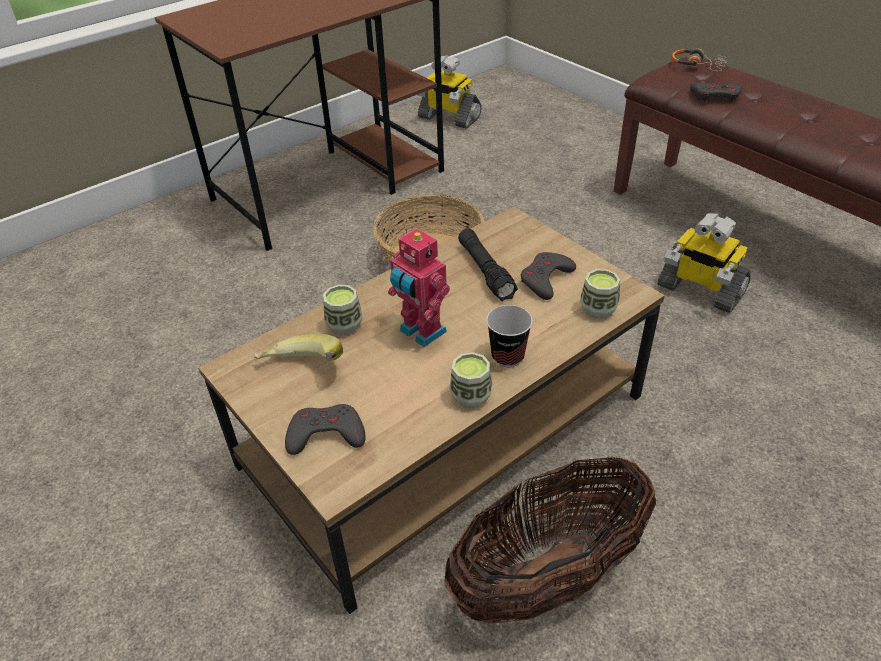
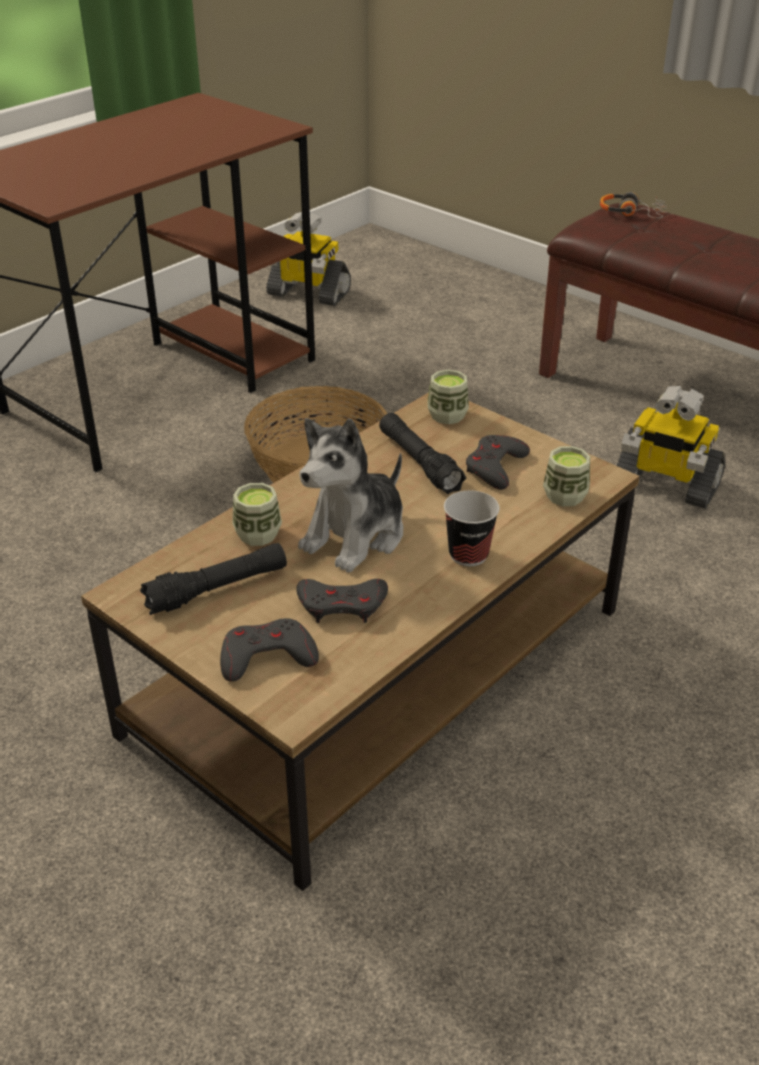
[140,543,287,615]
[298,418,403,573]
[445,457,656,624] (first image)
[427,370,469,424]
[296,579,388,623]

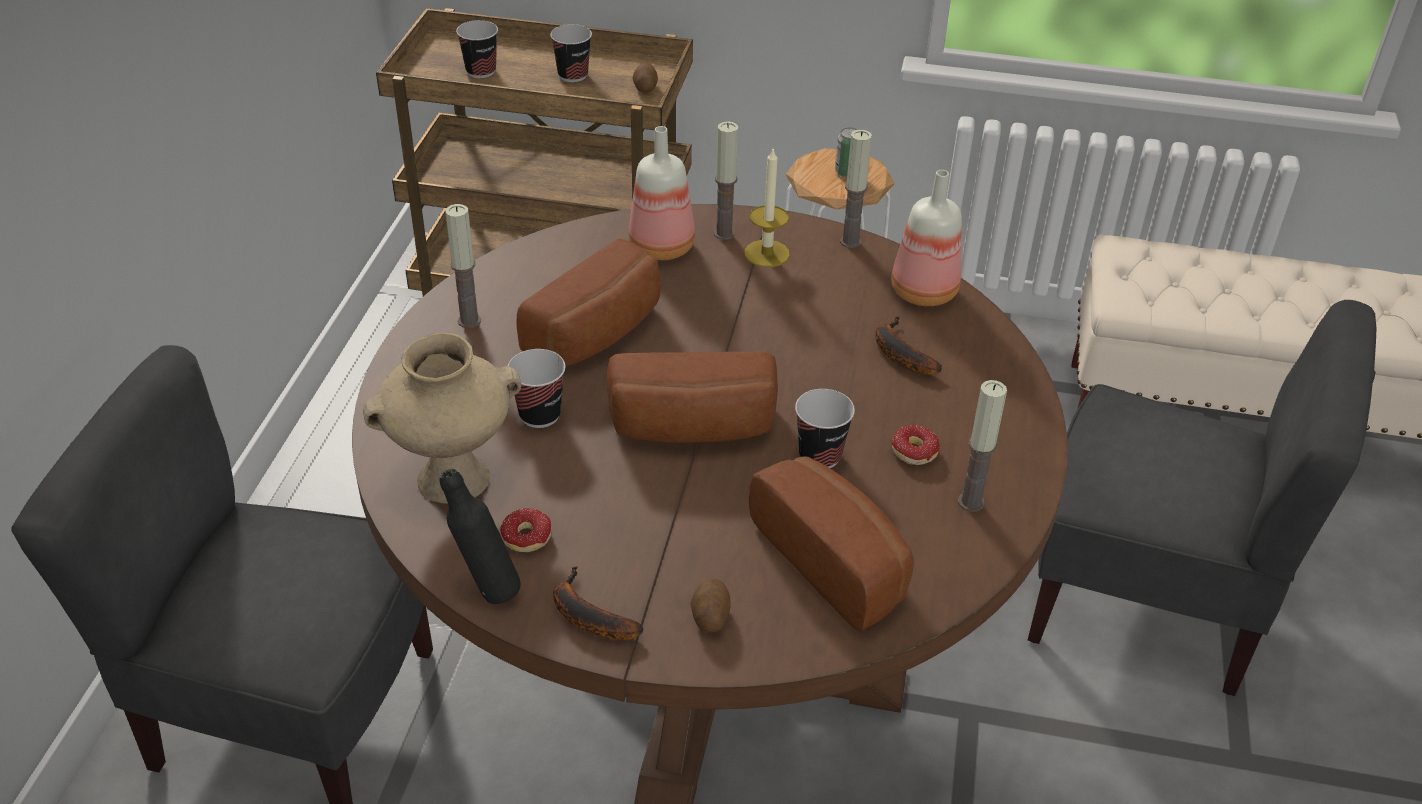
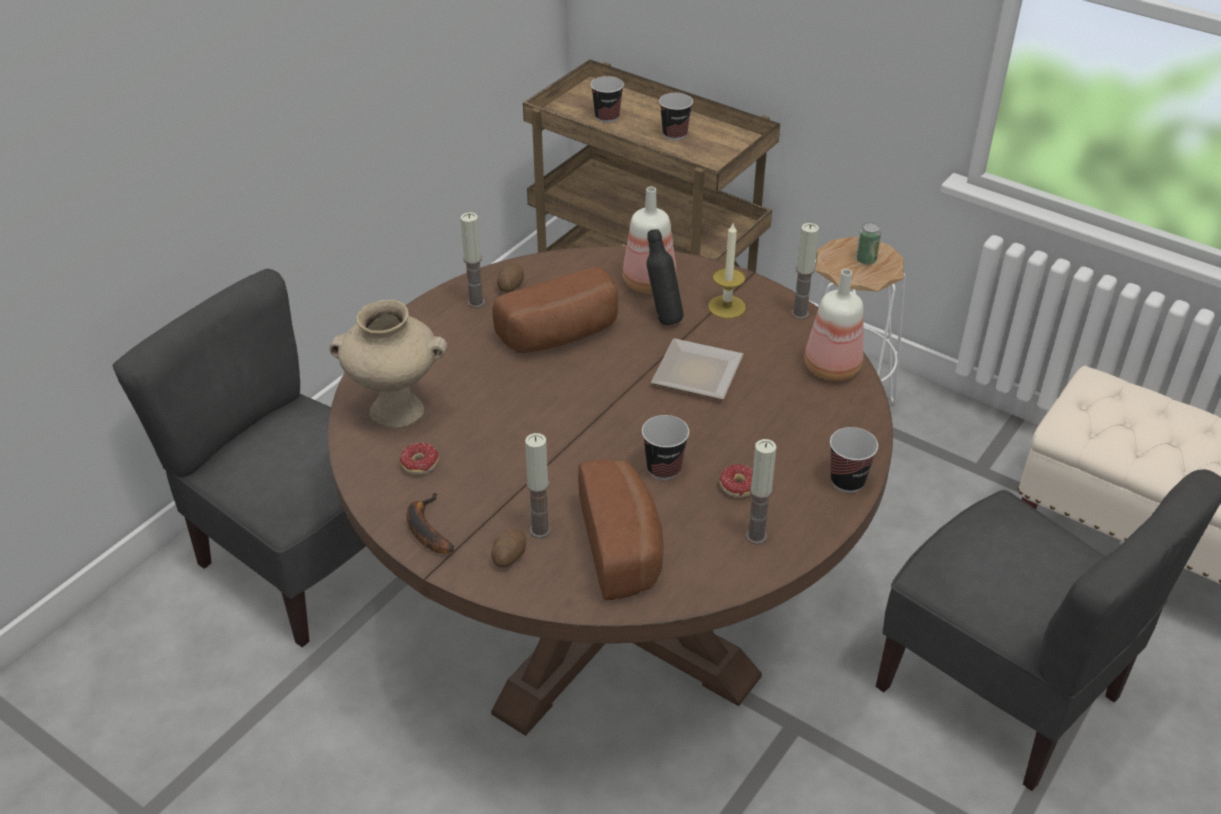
[647,229,683,325]
[830,427,878,493]
[607,352,778,443] (first image)
[497,263,524,292]
[525,433,551,538]
[875,316,942,375] (first image)
[651,338,744,400]

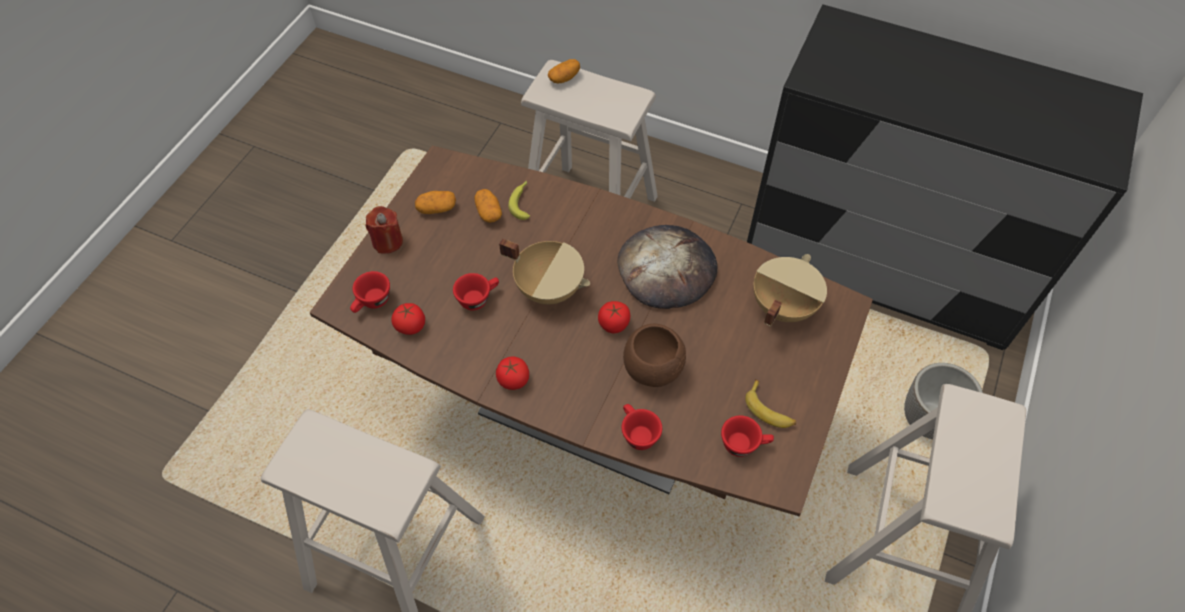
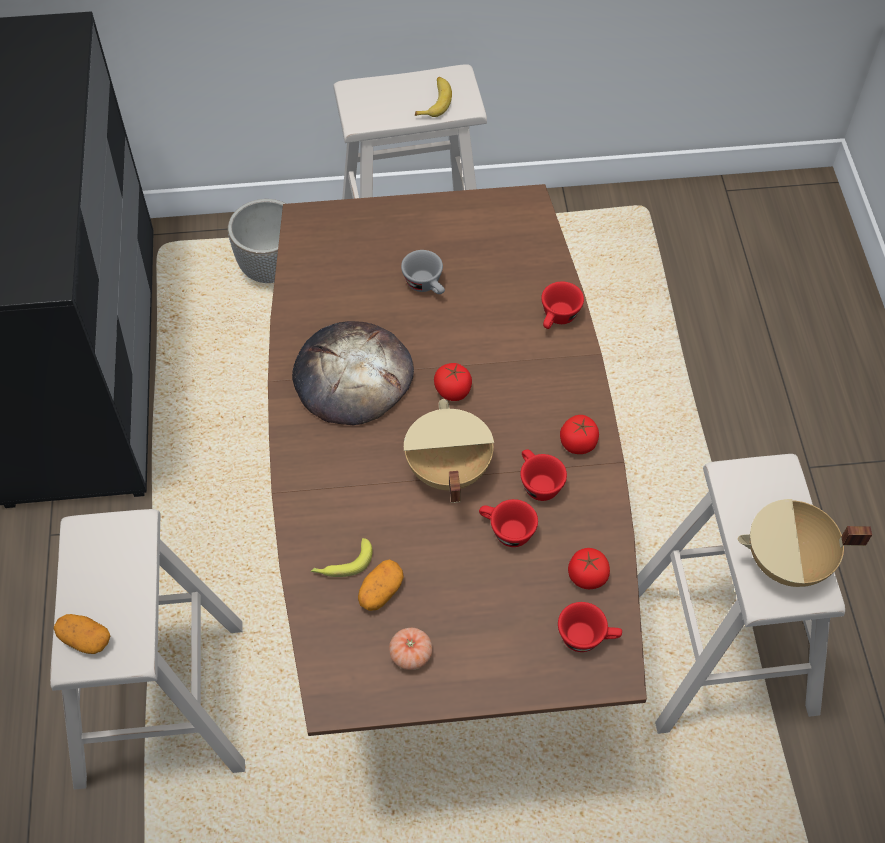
[365,206,403,254] (first image)
[389,628,432,670]
[623,324,686,387] (first image)
[520,449,567,501]
[415,77,452,117]
[737,499,872,587]
[401,250,445,294]

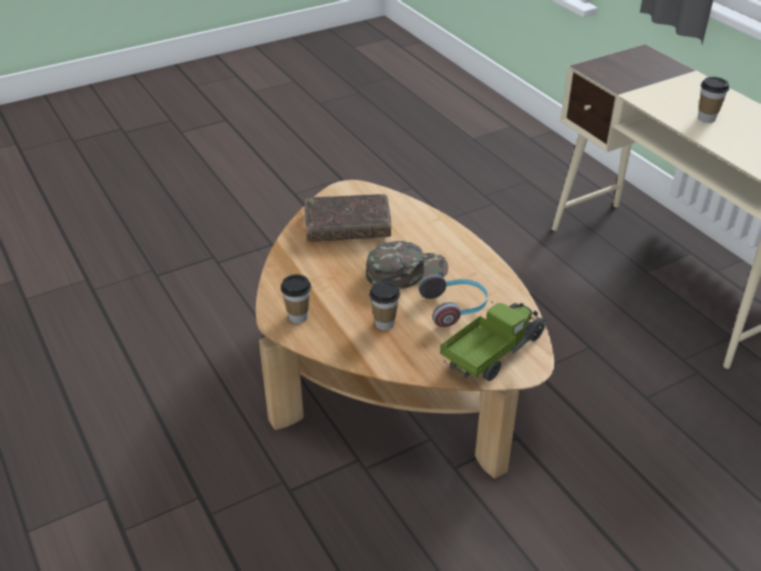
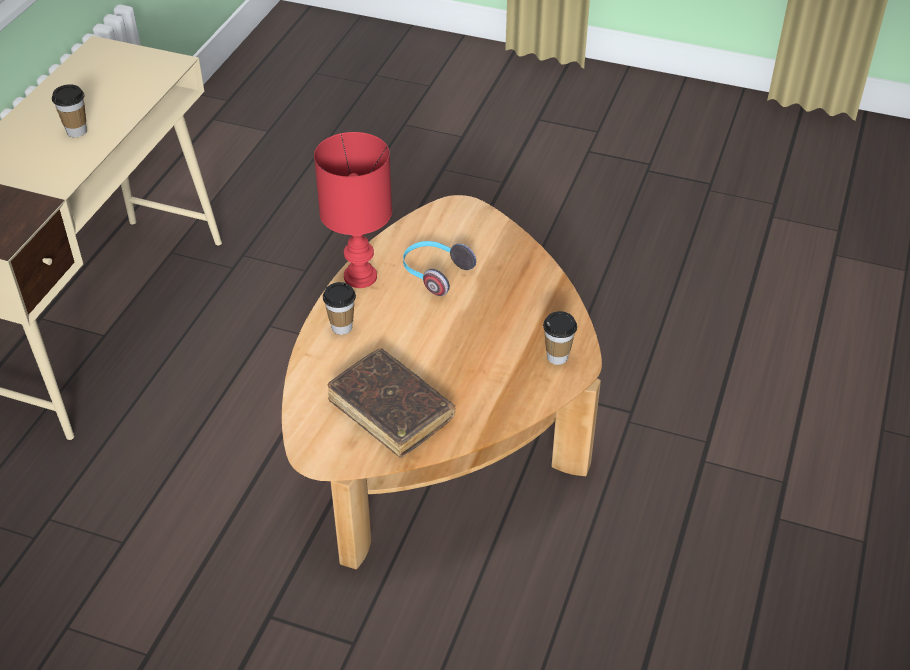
[366,241,448,289] (first image)
[323,282,356,335]
[440,301,547,381] (first image)
[314,132,392,288]

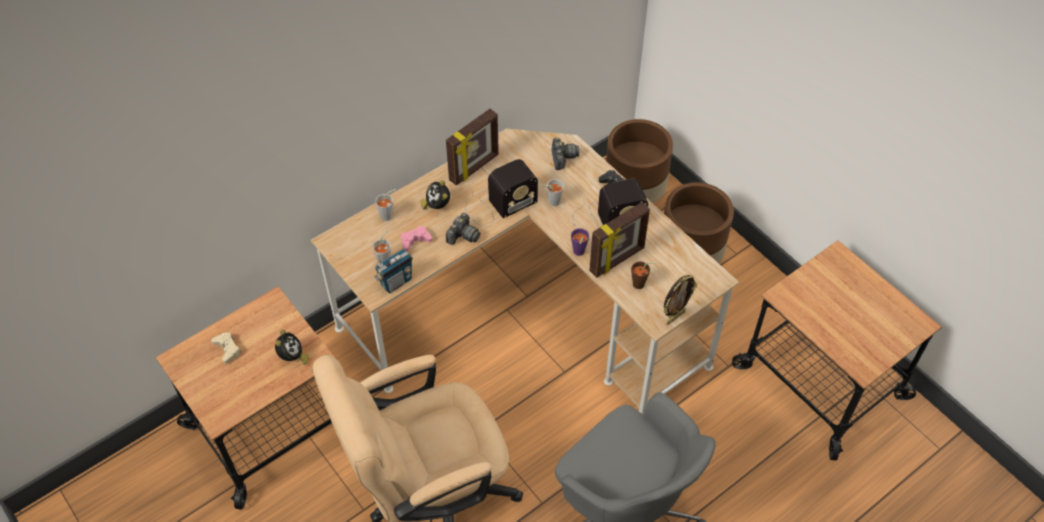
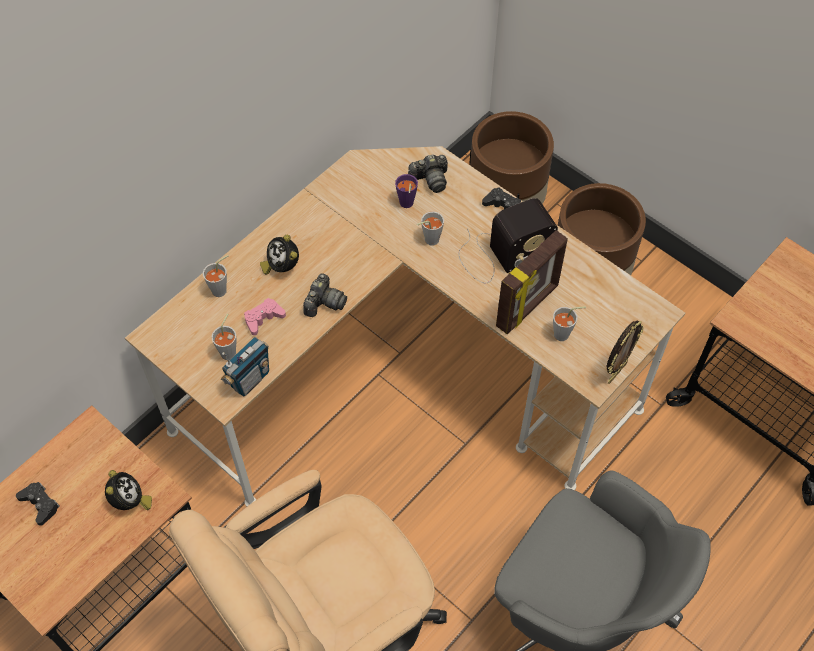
[16,482,59,526]
[446,109,499,186] (first image)
[465,159,538,227] (first image)
[408,154,448,193]
[395,174,418,208]
[553,306,586,341]

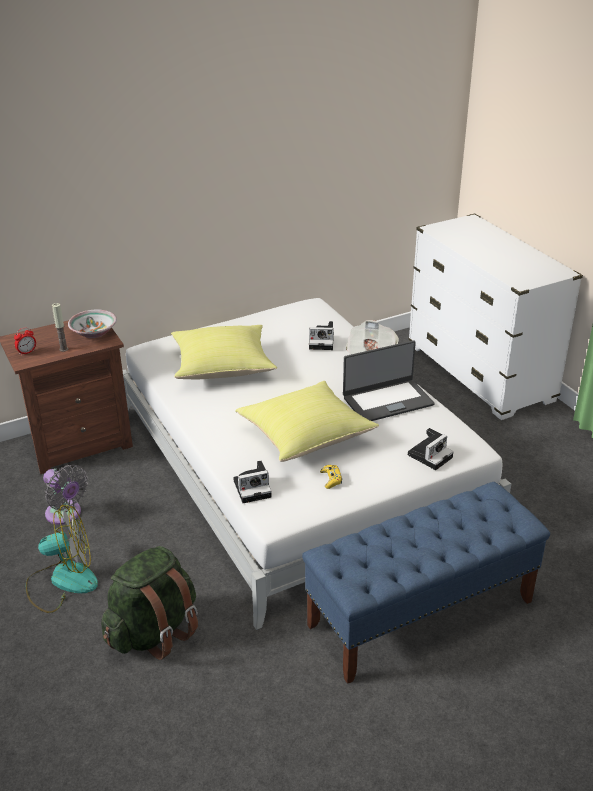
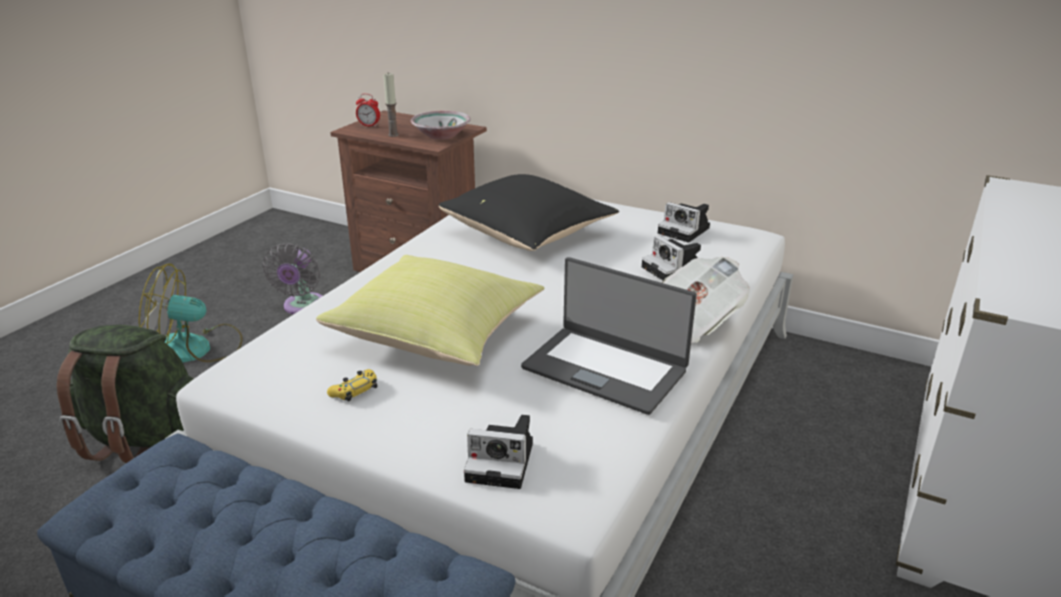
[139,264,242,363]
[439,174,619,251]
[658,202,710,243]

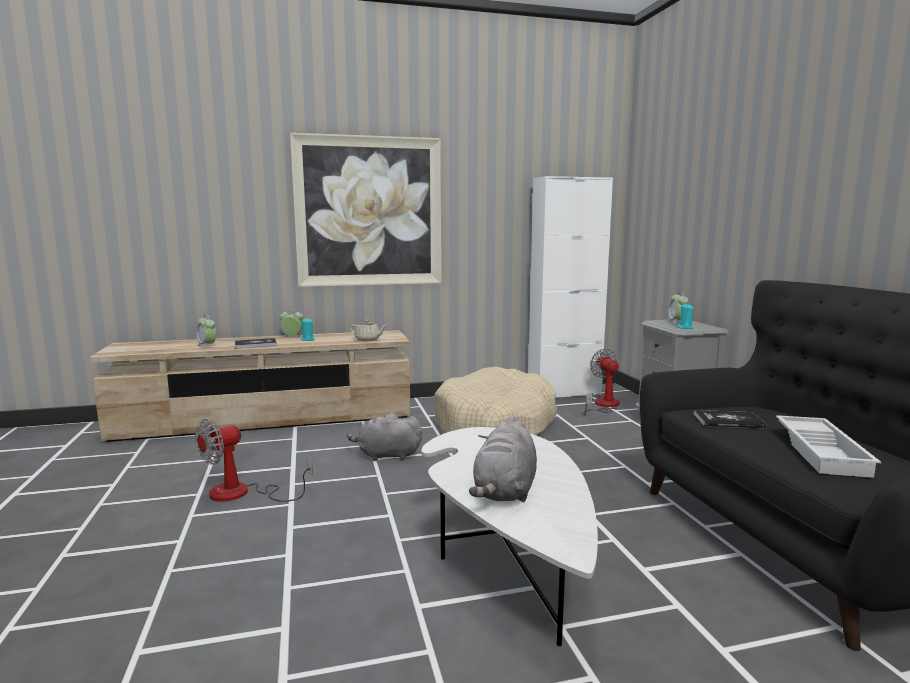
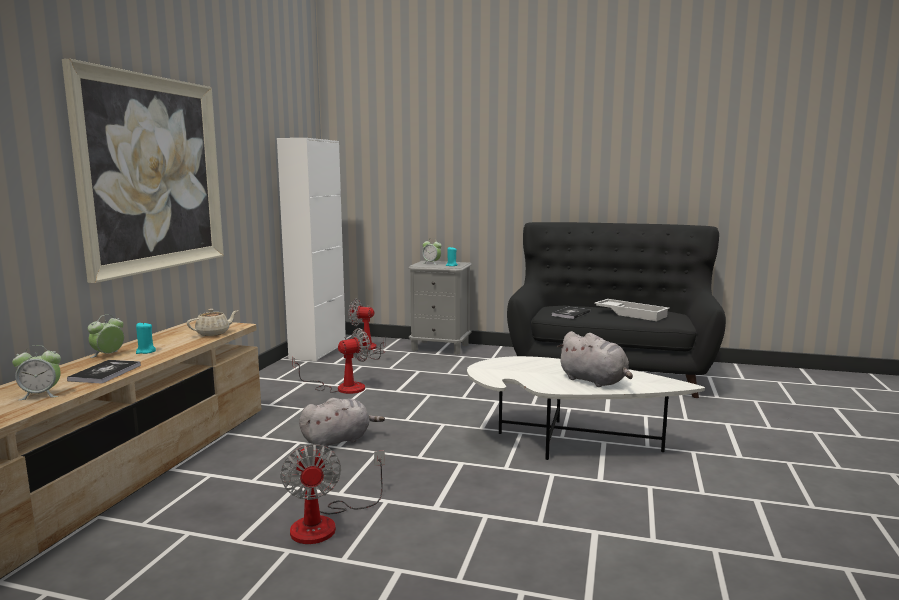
[299,398,385,449]
[292,328,371,394]

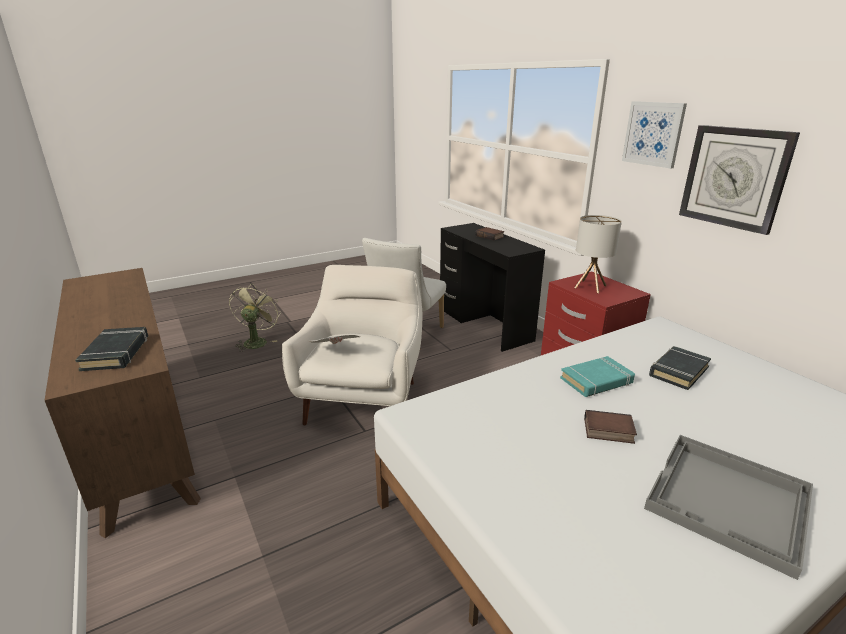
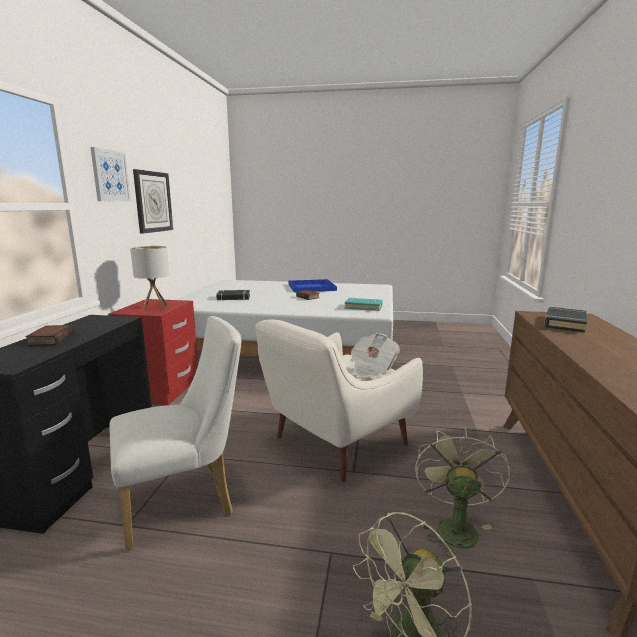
[345,298,382,311]
[288,279,337,293]
[415,427,510,557]

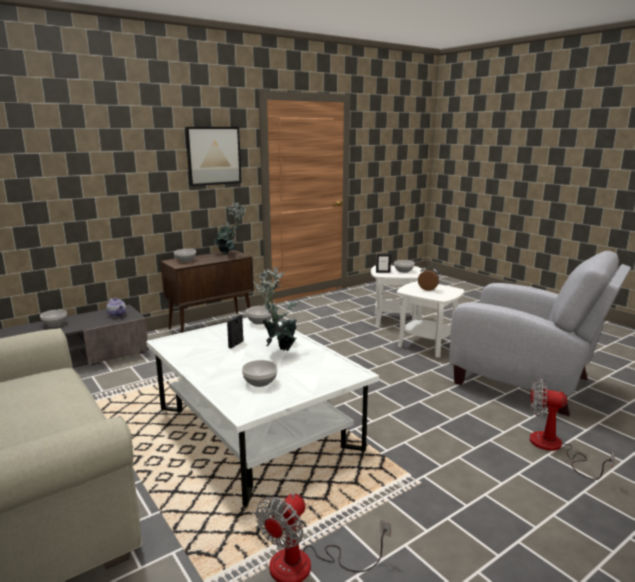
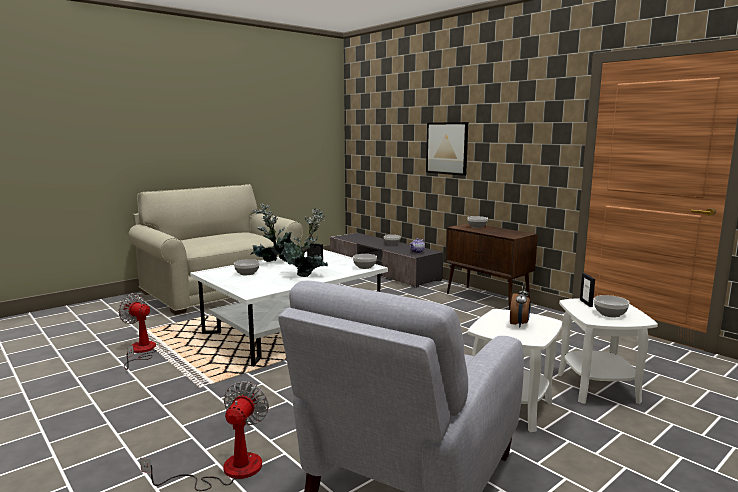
[426,122,468,176]
[250,203,294,262]

